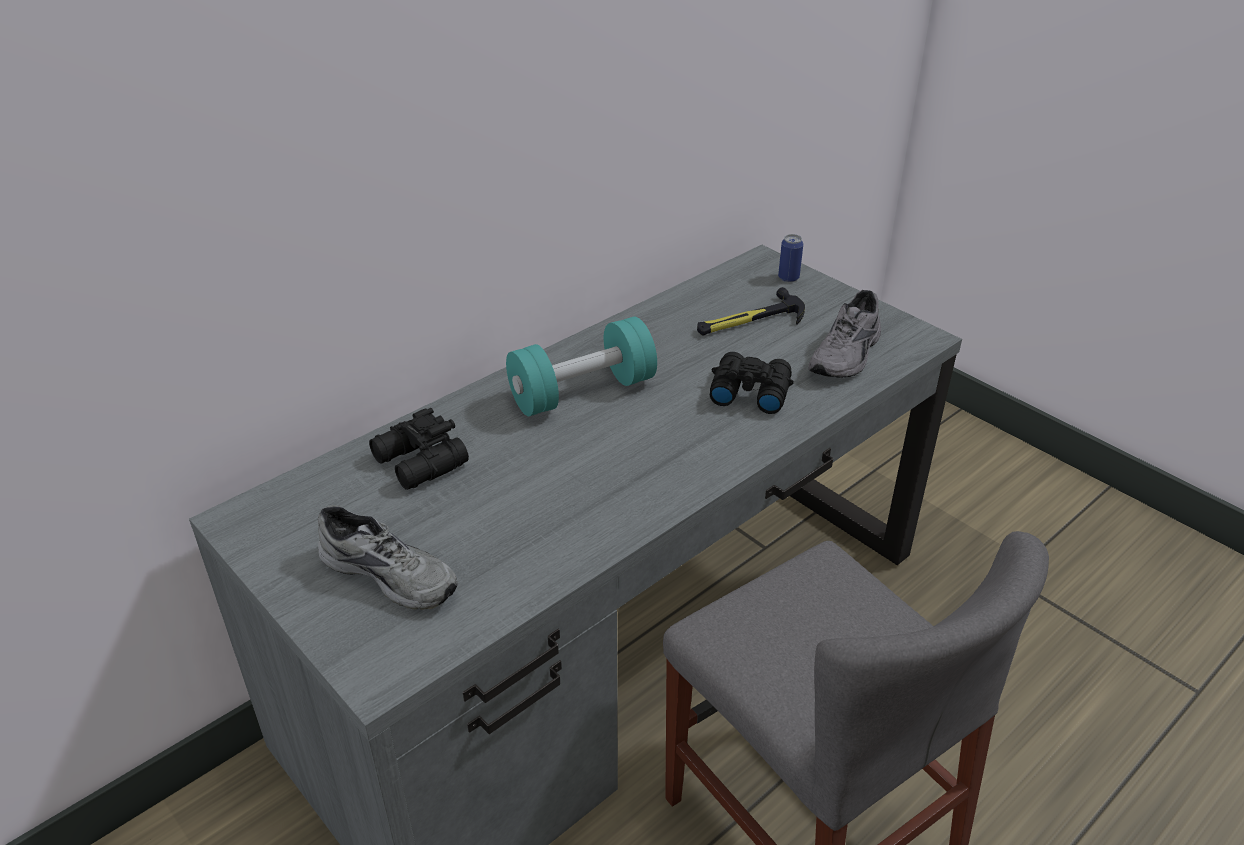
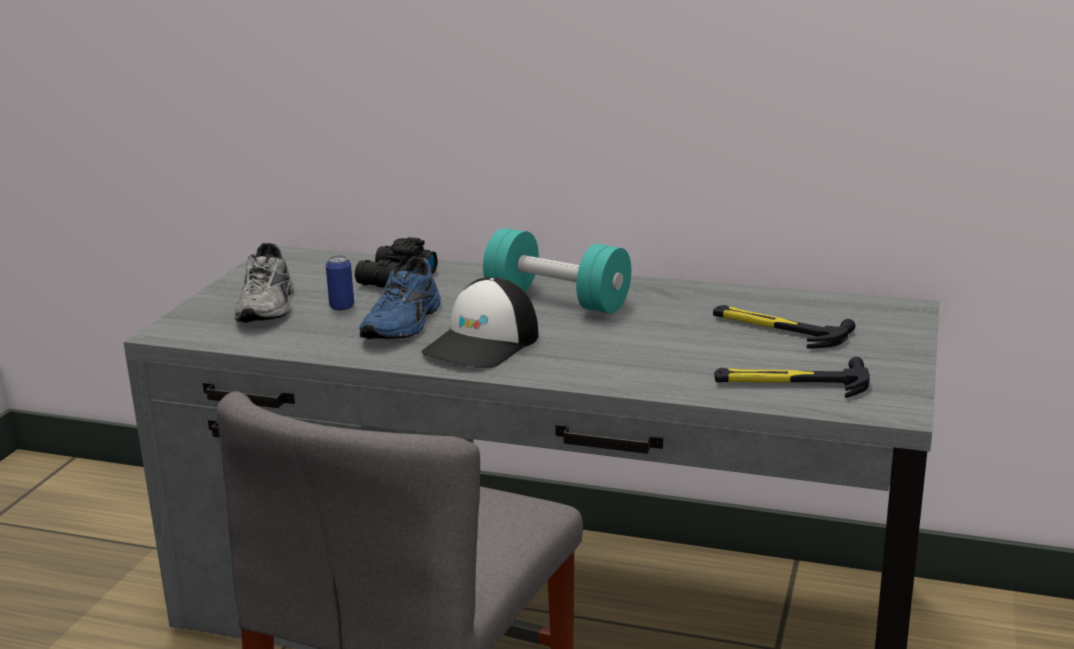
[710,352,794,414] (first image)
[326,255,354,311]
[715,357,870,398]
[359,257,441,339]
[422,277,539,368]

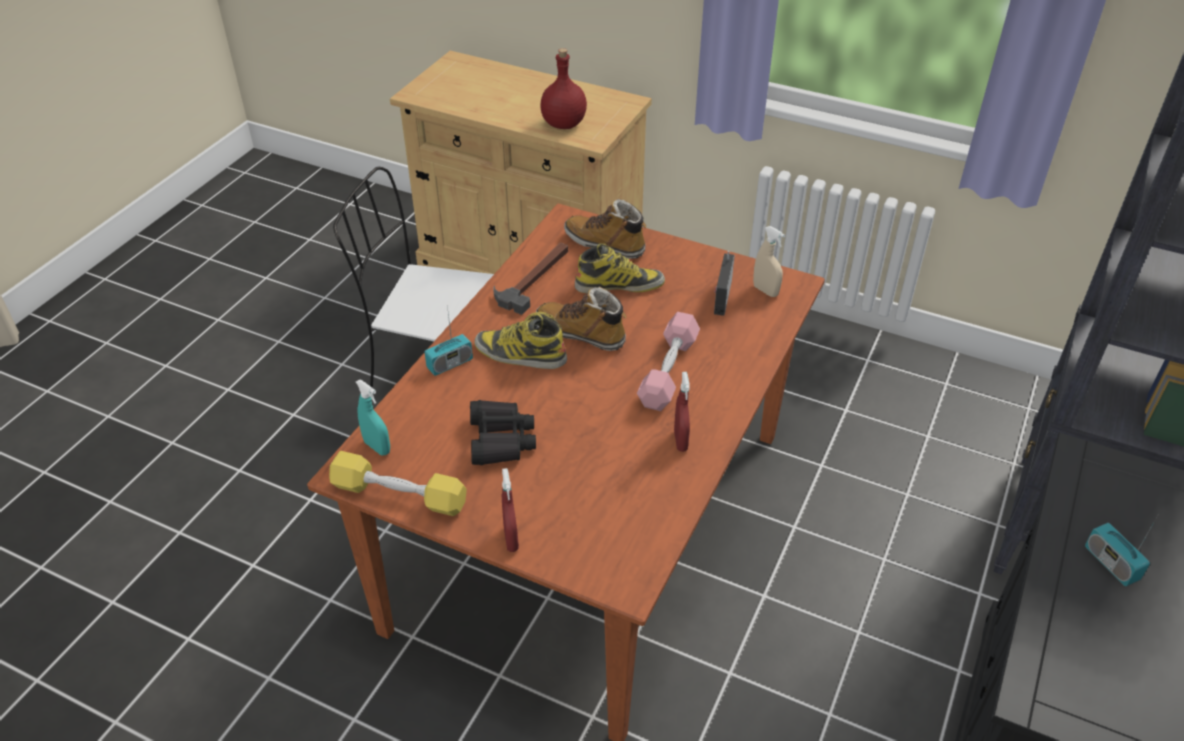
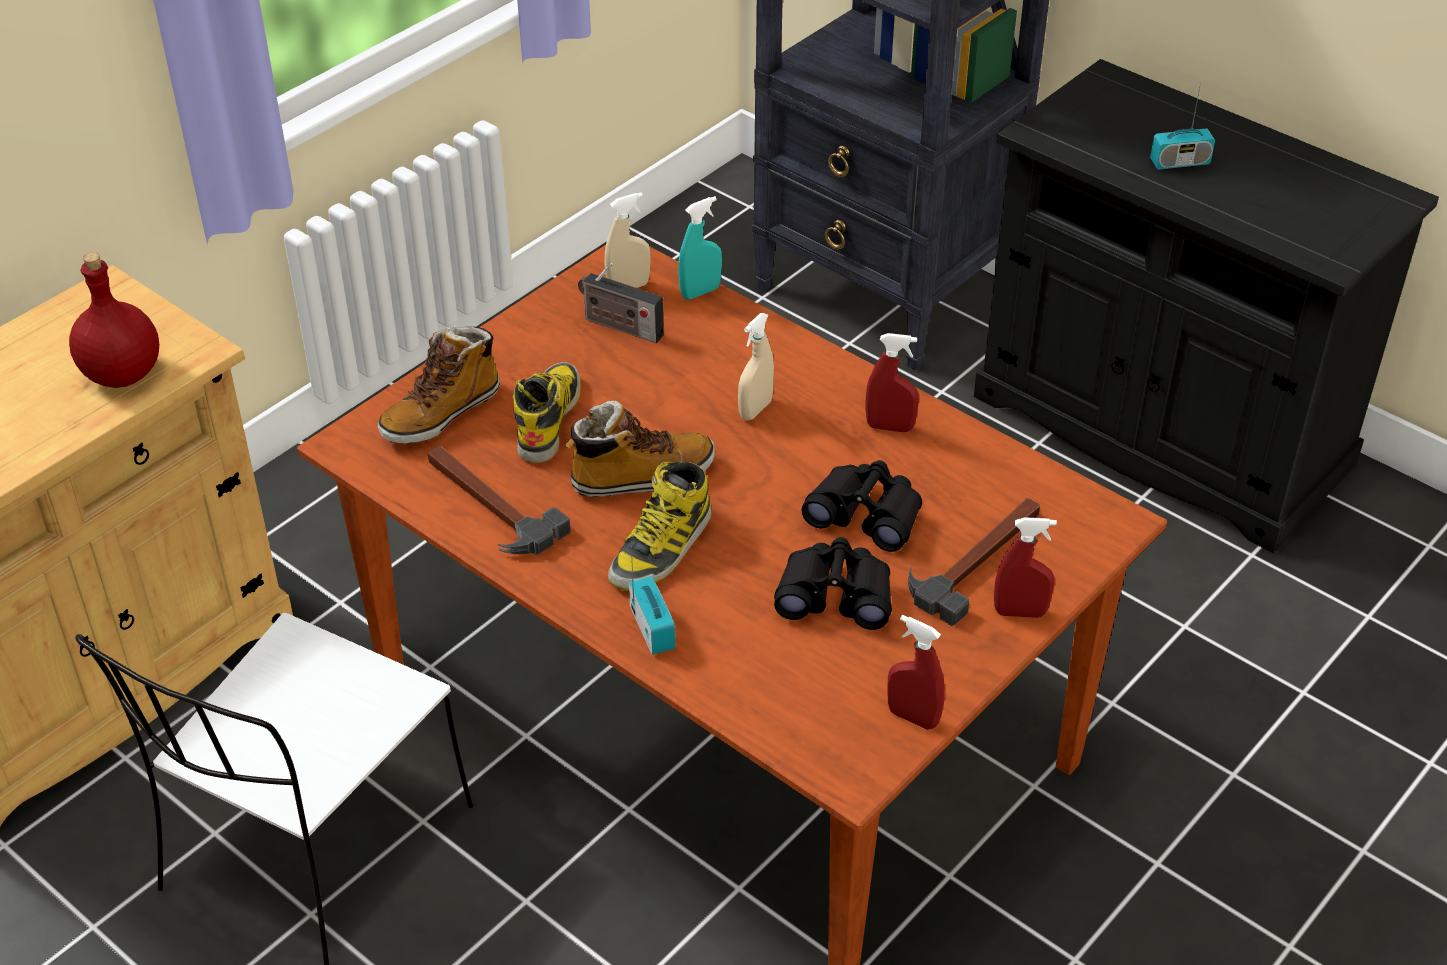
[887,615,945,730]
[678,196,722,299]
[565,400,715,497]
[738,313,774,420]
[801,460,922,552]
[908,498,1040,626]

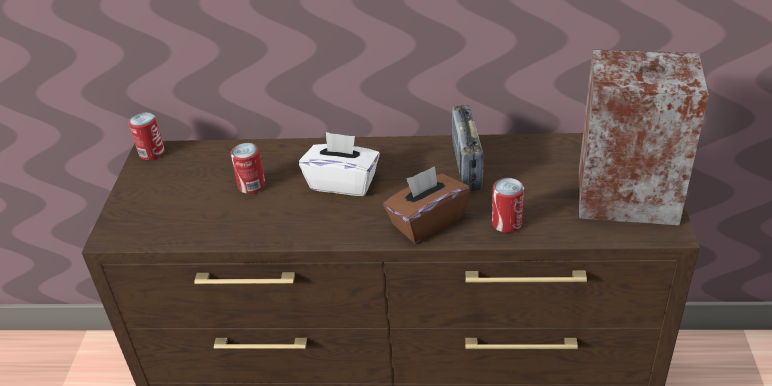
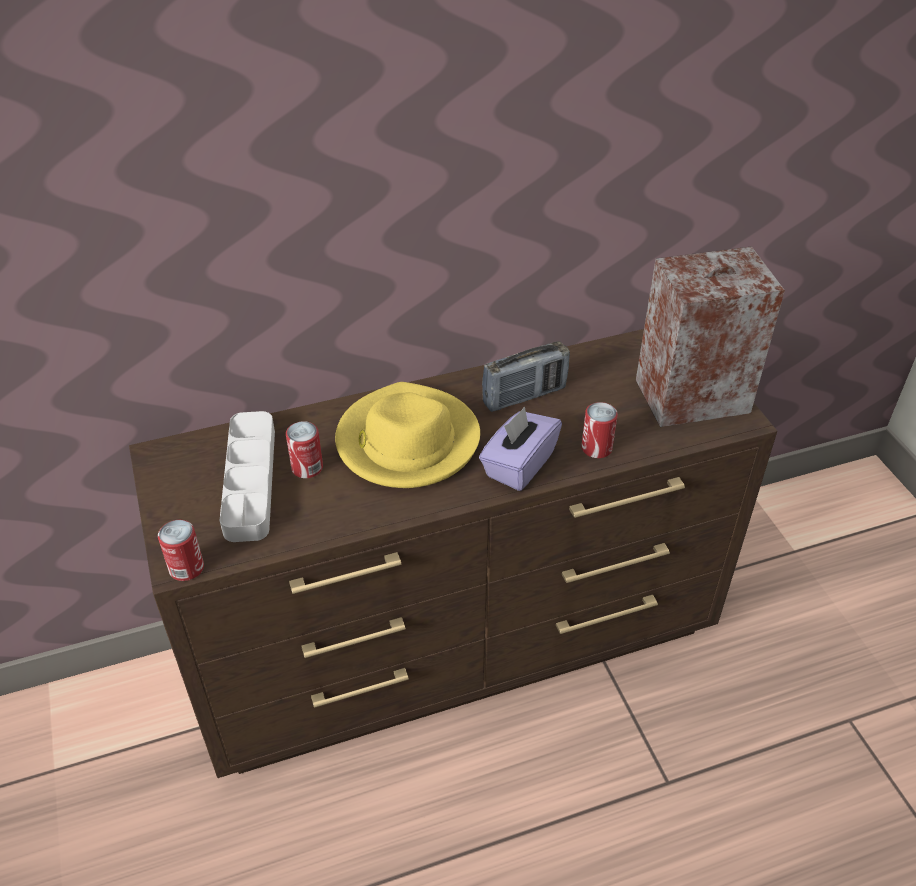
[158,520,204,581]
[335,382,480,488]
[479,407,562,491]
[482,341,570,412]
[219,411,275,542]

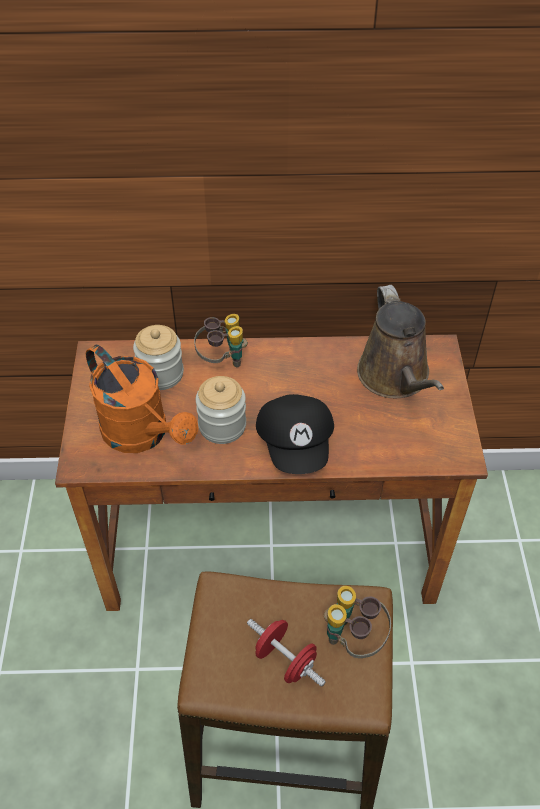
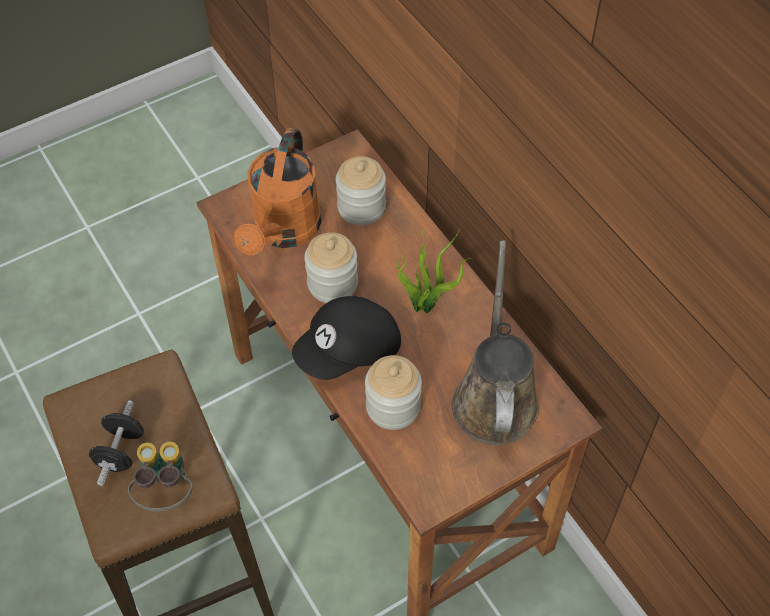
[194,314,248,367] (first image)
[89,400,144,486]
[452,240,539,445]
[365,355,422,430]
[398,232,473,313]

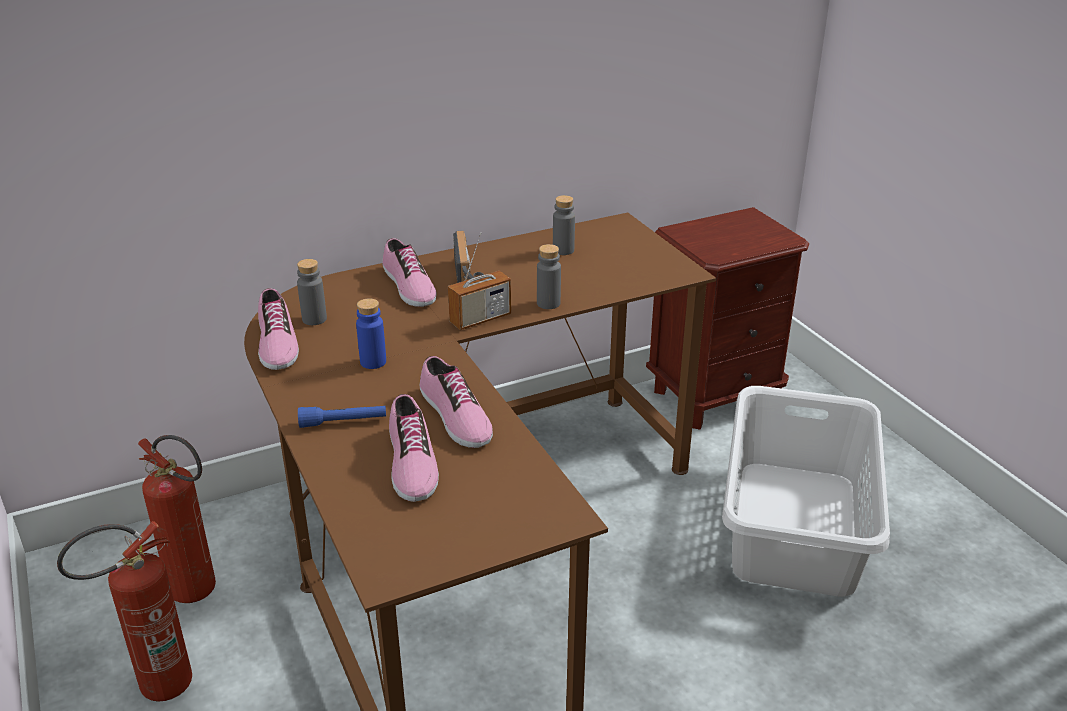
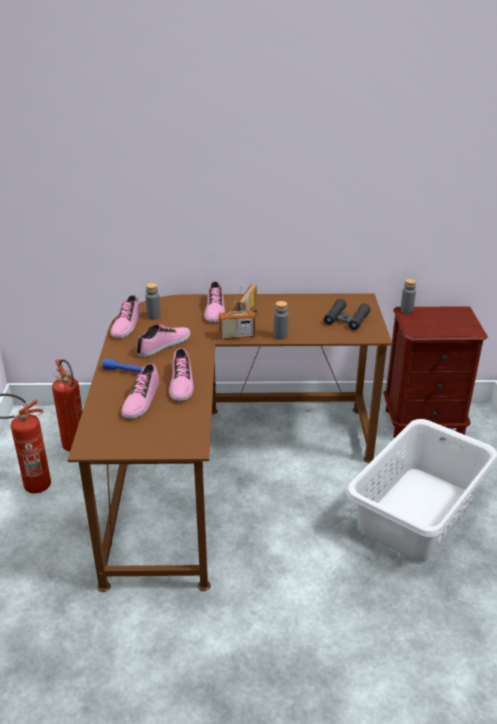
[136,324,190,357]
[400,279,416,313]
[324,299,371,330]

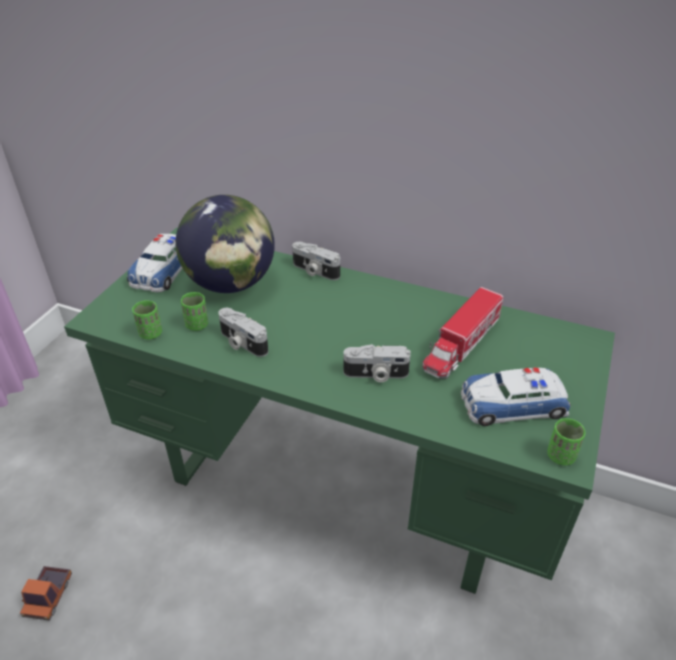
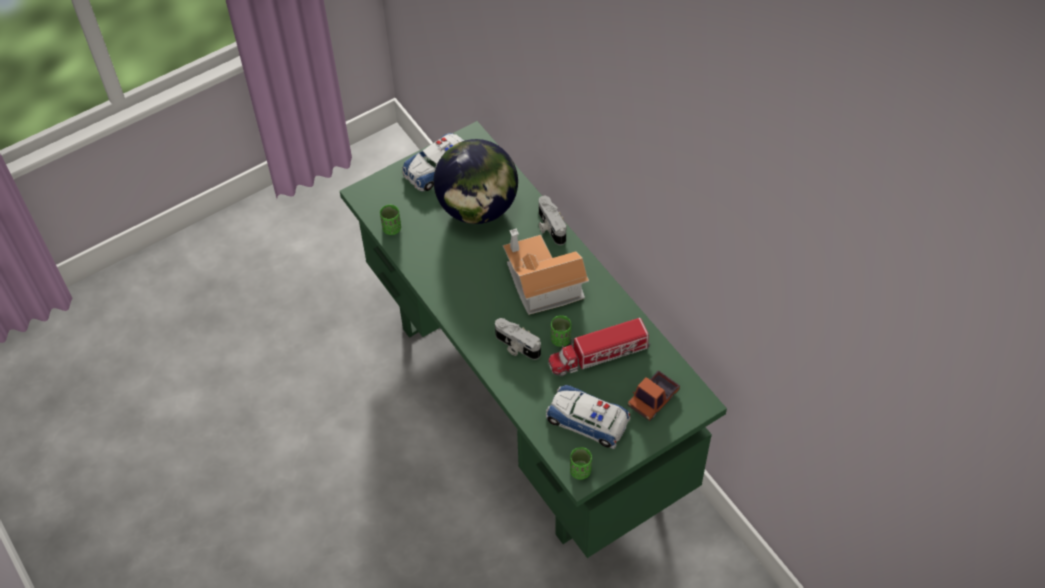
[628,370,680,421]
[551,315,571,347]
[218,308,268,357] (first image)
[503,228,589,315]

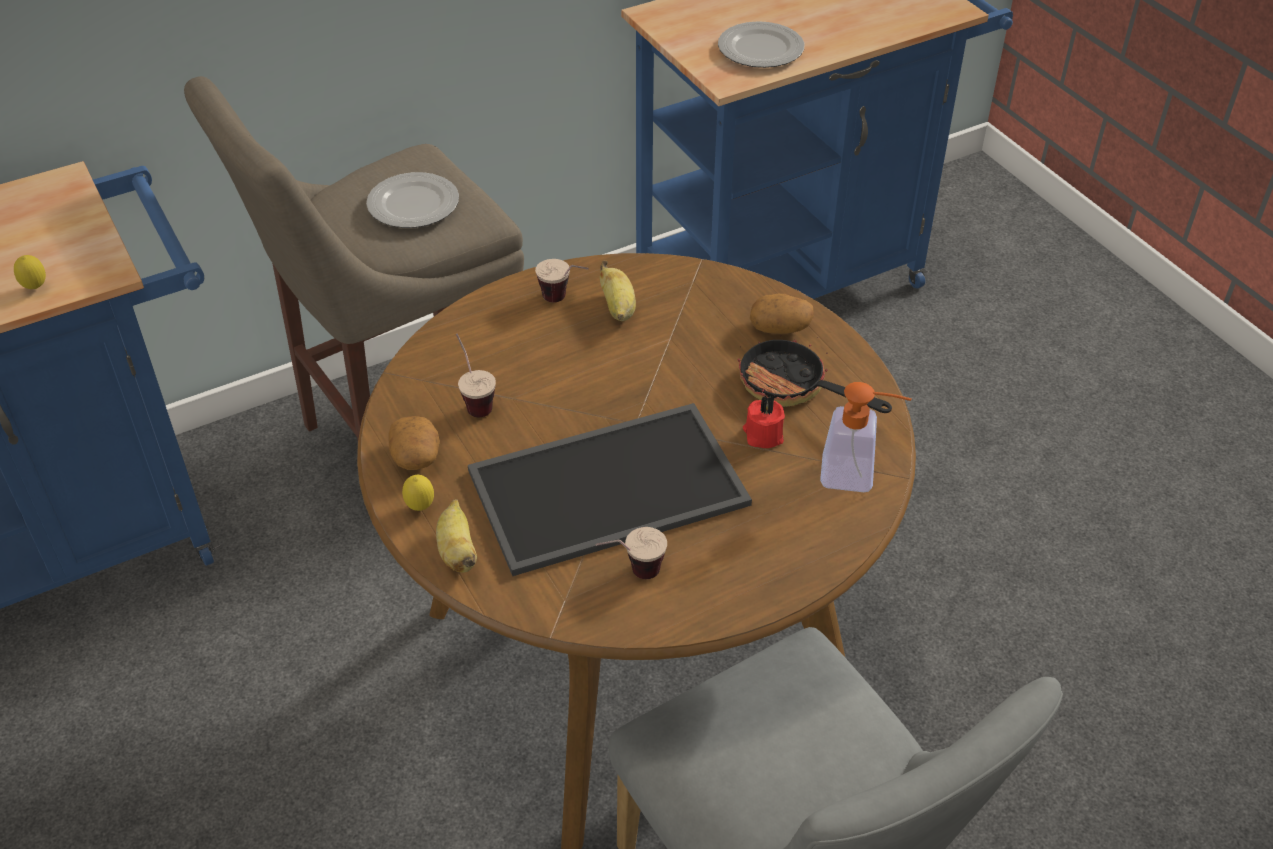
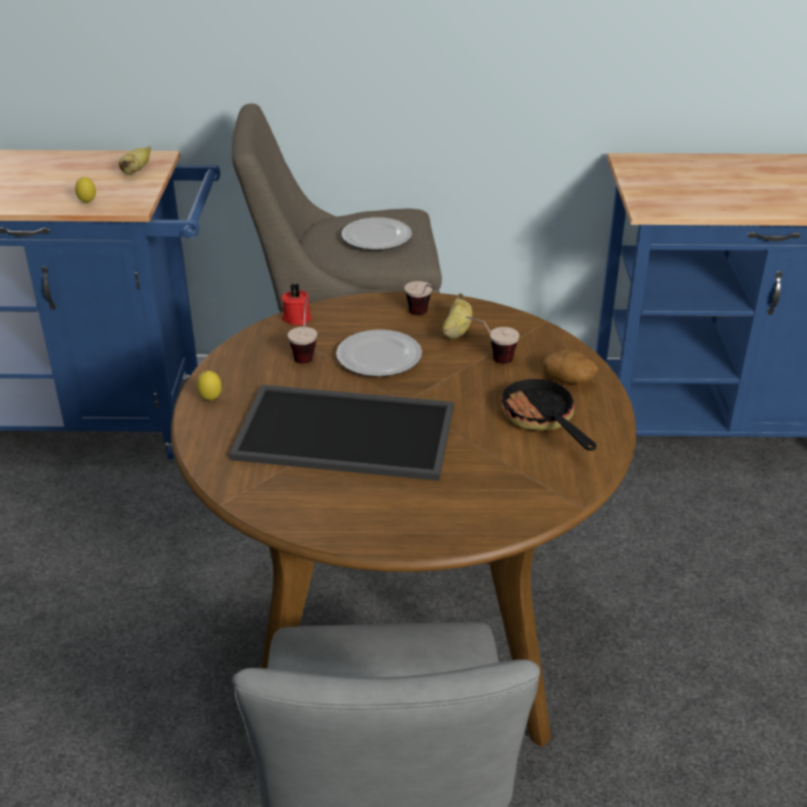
[388,416,440,470] (first image)
[118,146,151,175]
[466,316,519,364]
[336,329,422,377]
[281,284,312,325]
[820,382,912,492] (first image)

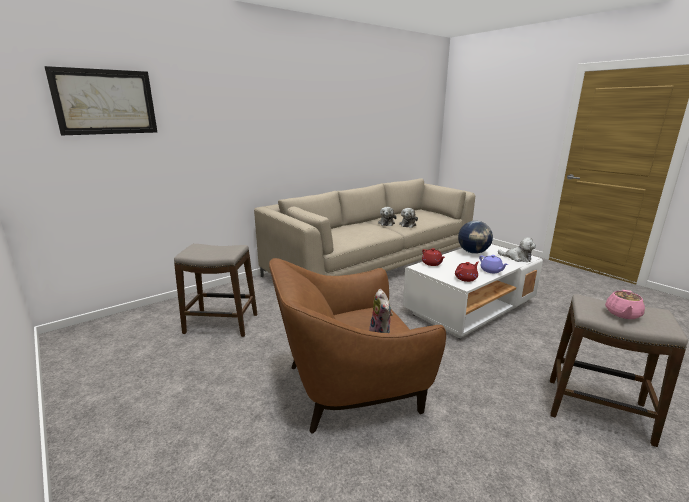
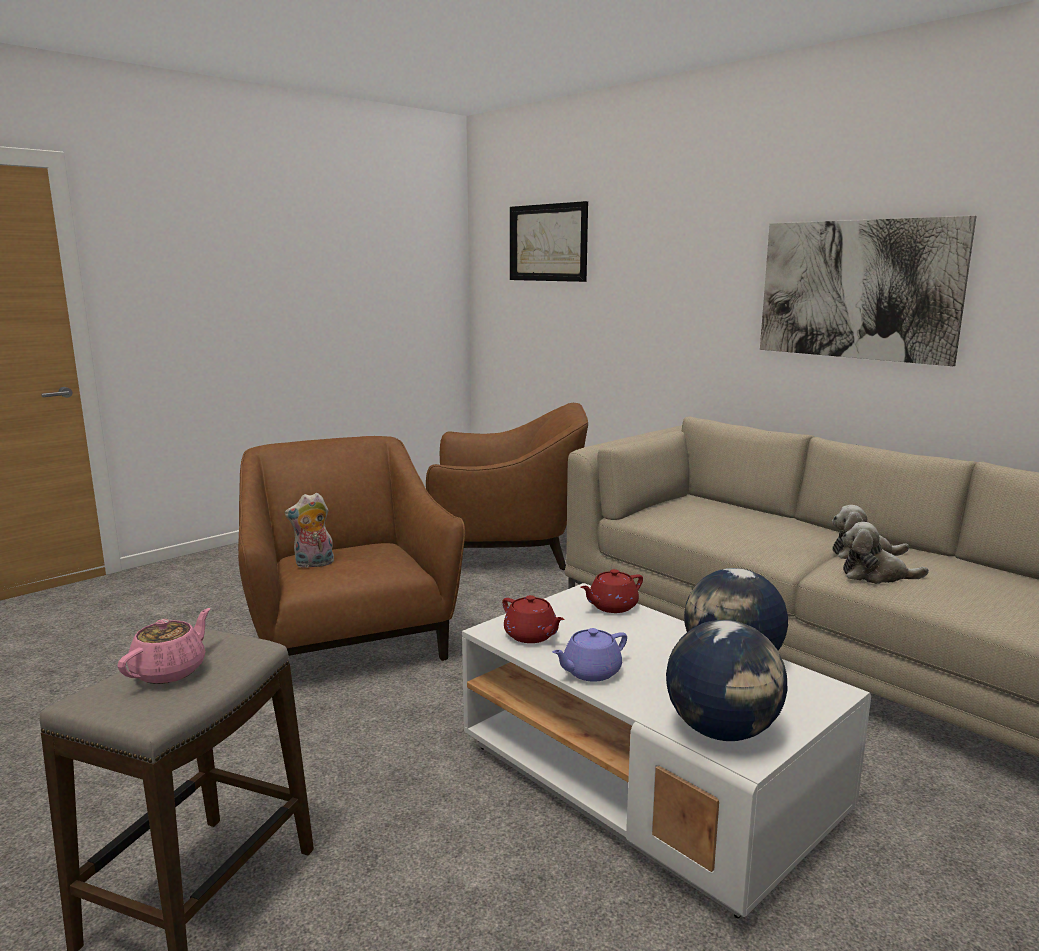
[426,403,588,570]
[666,620,787,741]
[118,608,210,684]
[760,216,976,366]

